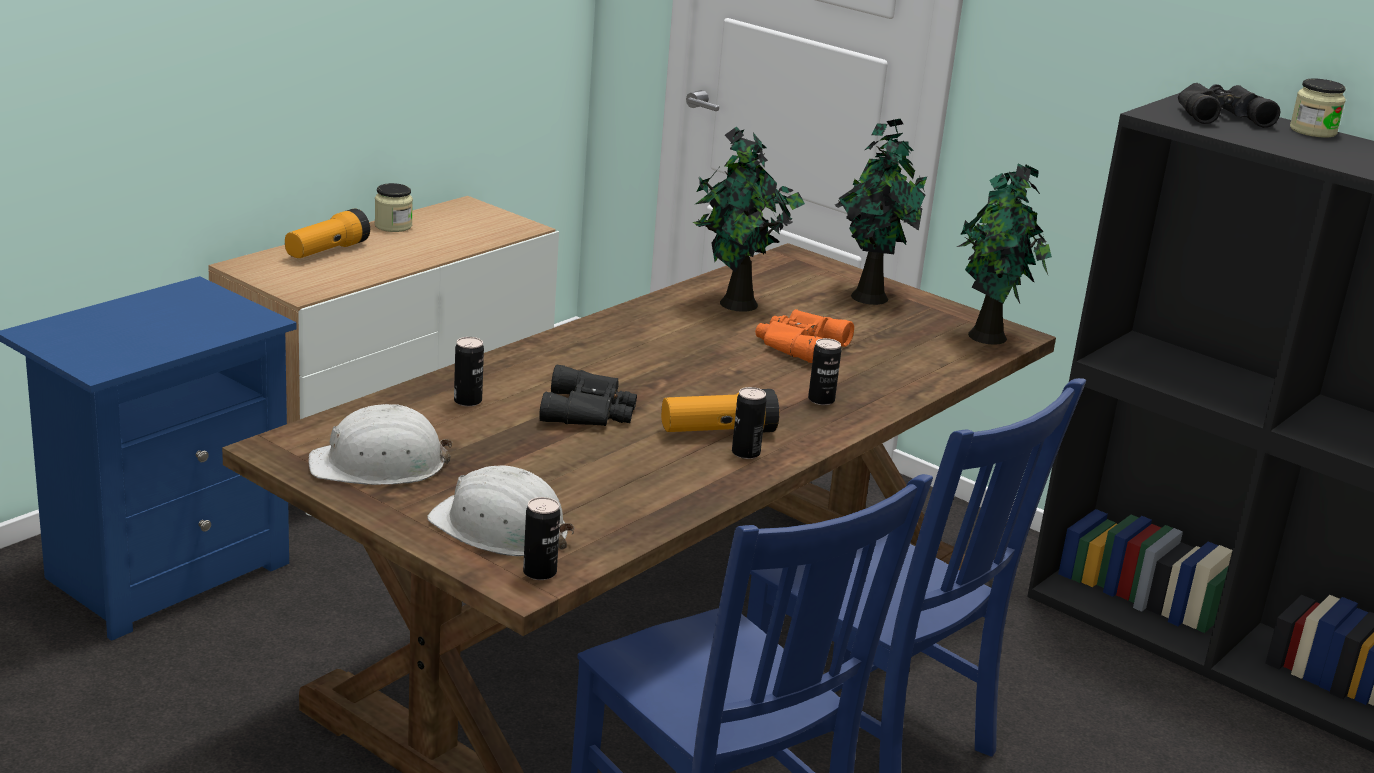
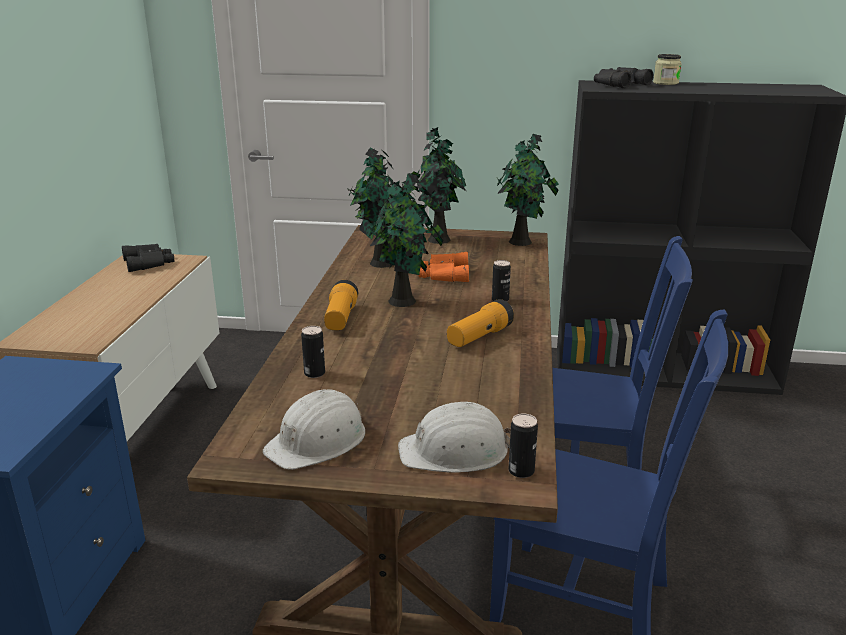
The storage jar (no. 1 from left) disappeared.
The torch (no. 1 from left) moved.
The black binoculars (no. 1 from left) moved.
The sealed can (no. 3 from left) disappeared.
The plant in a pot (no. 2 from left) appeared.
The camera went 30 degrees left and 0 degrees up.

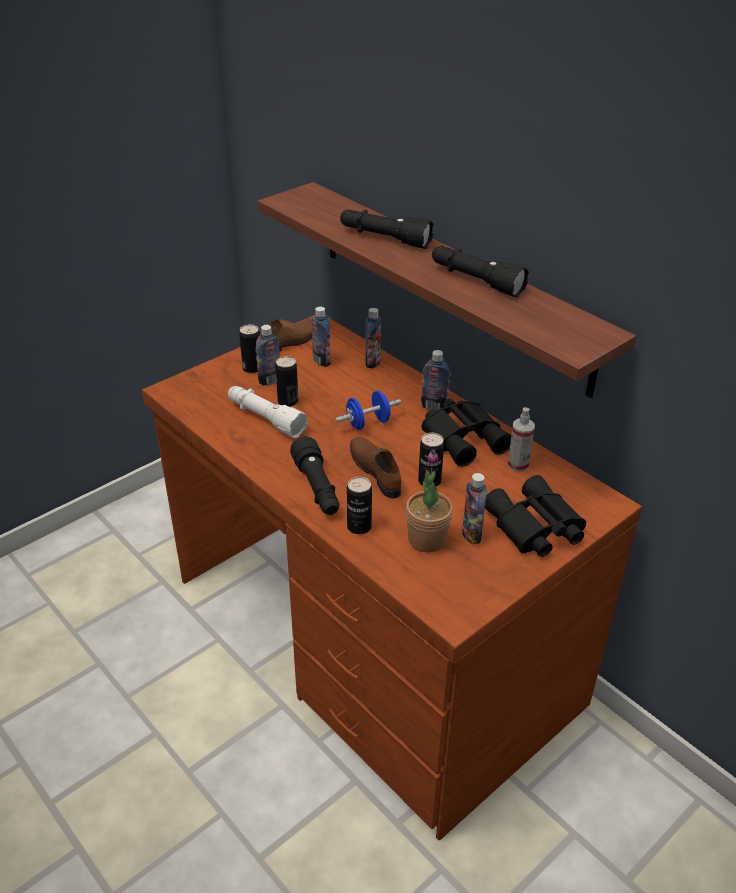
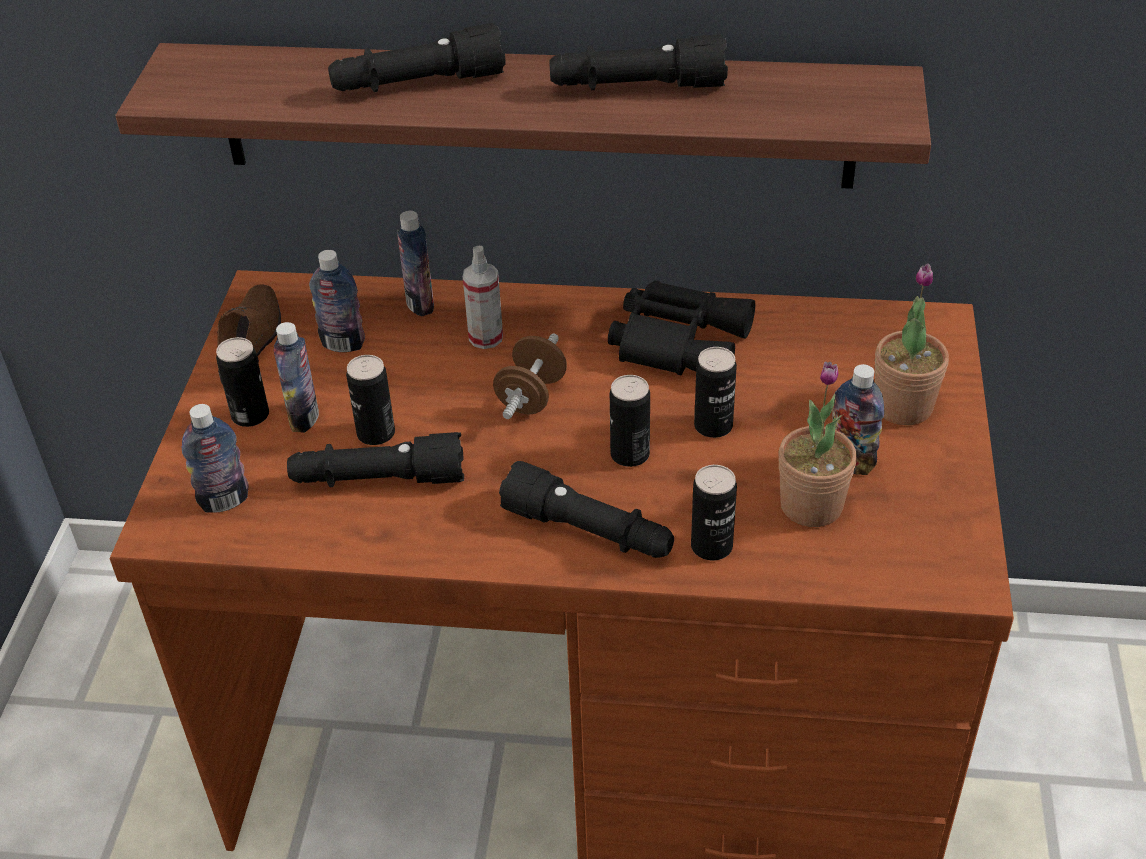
The beverage bottle (no. 4 from left in the first image) moved.
The white-coloured torch became the black torch (no. 1 from left).
The blue-coloured hand weight became the brownish hand weight.
The spray bottle moved.
The brownish low shoe (no. 2 from left) was replaced by the sealed can (no. 3 from left).
The black binoculars (no. 2 from left) was replaced by the plant in a pot (no. 2 from left).
The camera went 40 degrees left and 5 degrees up.

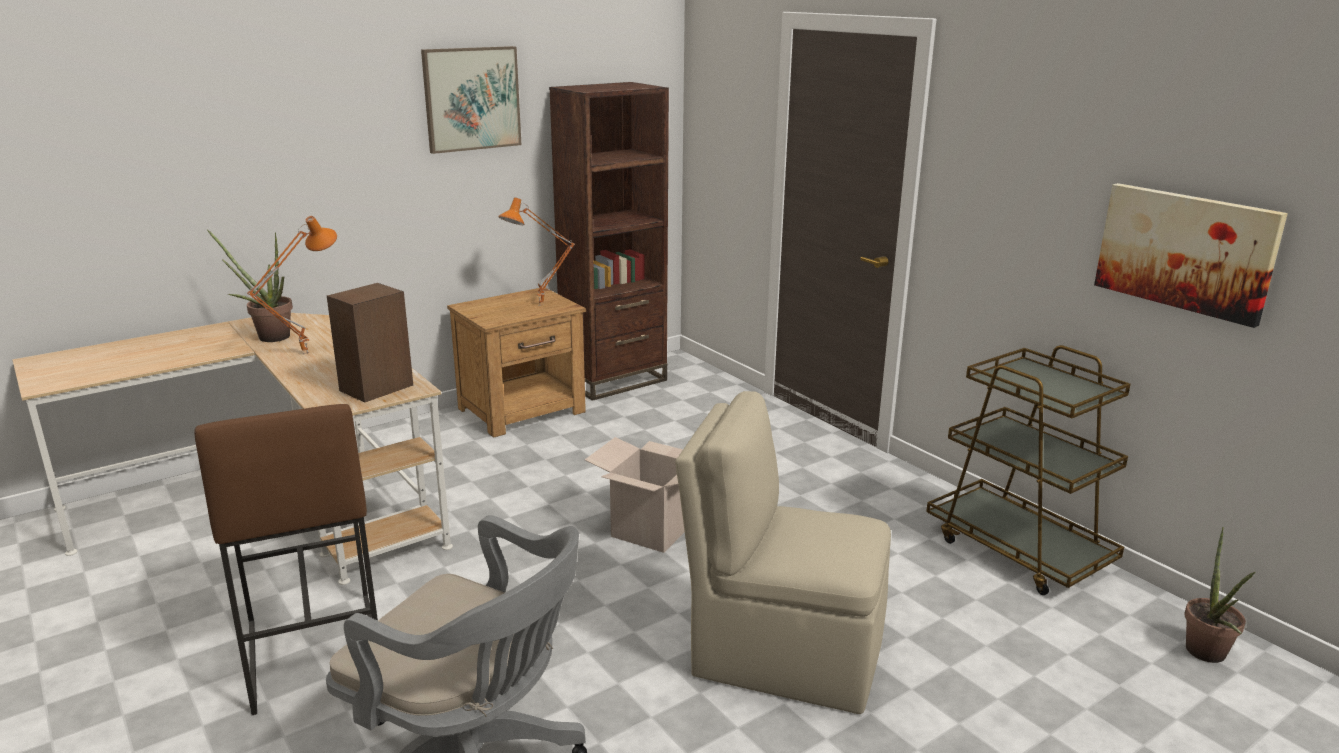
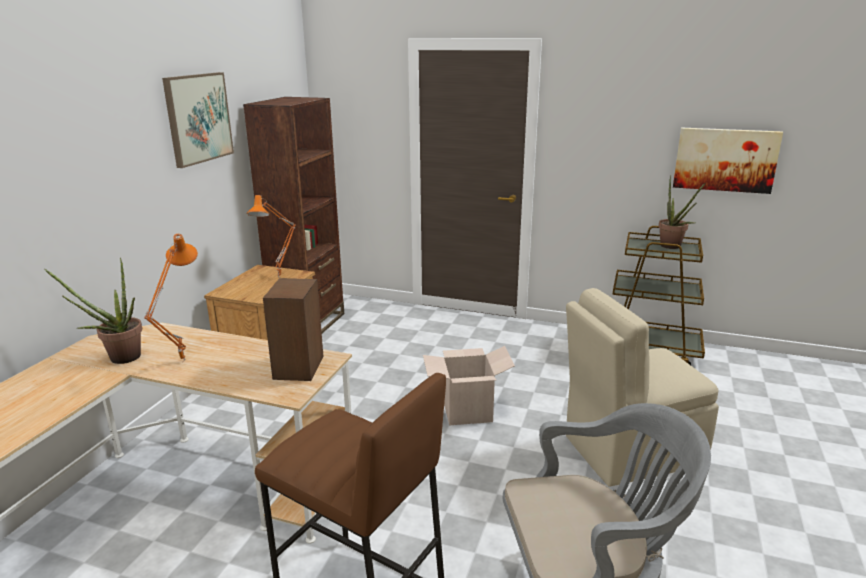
The plant in a pot (no. 2 from left) moved.
The camera went 35 degrees left and 0 degrees up.

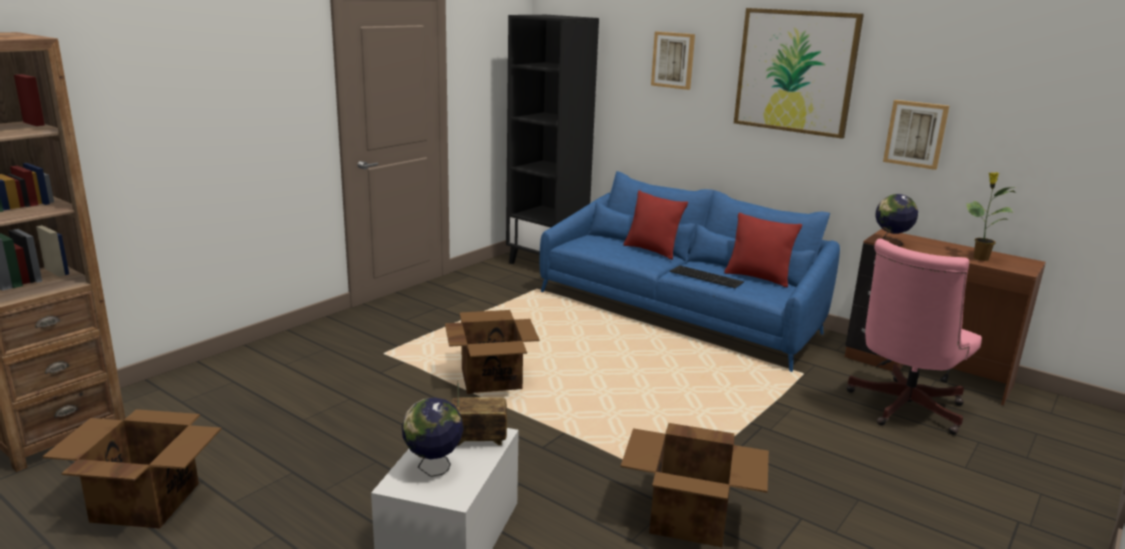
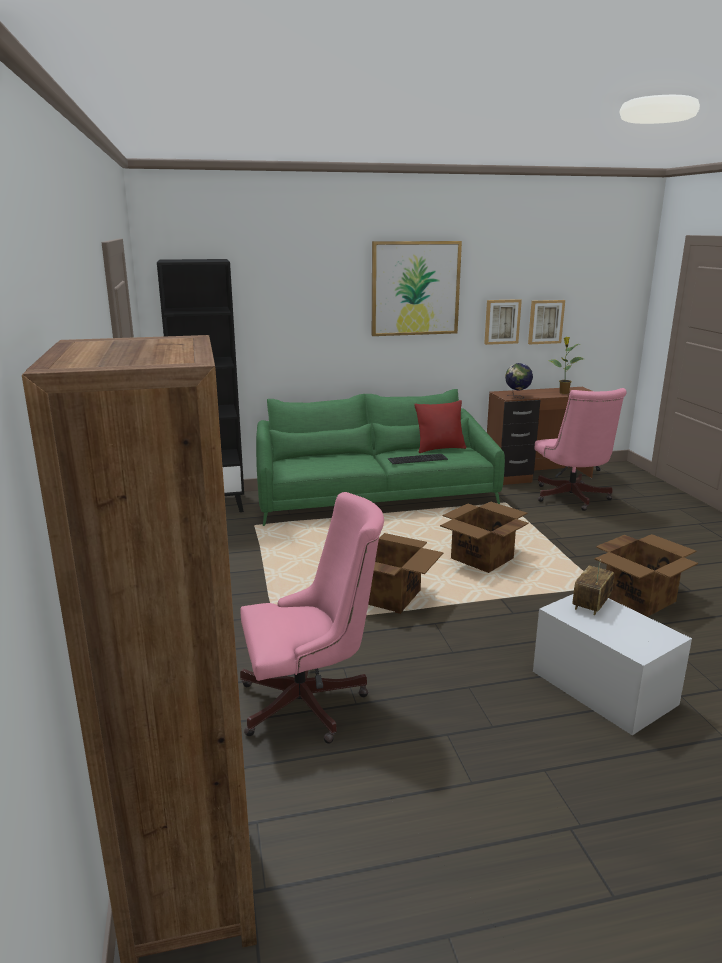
The wall picture (no. 1 from left in the first image) moved.
The blue-coloured sofa became the greenish sofa.
The reddish throw pillow (no. 1 from left) disappeared.
The world globe (no. 1 from left) disappeared.
The packing box (no. 1 from left in the first image) moved.
The pink desk chair (no. 1 from left) appeared.
The camera went 50 degrees left and 0 degrees up.

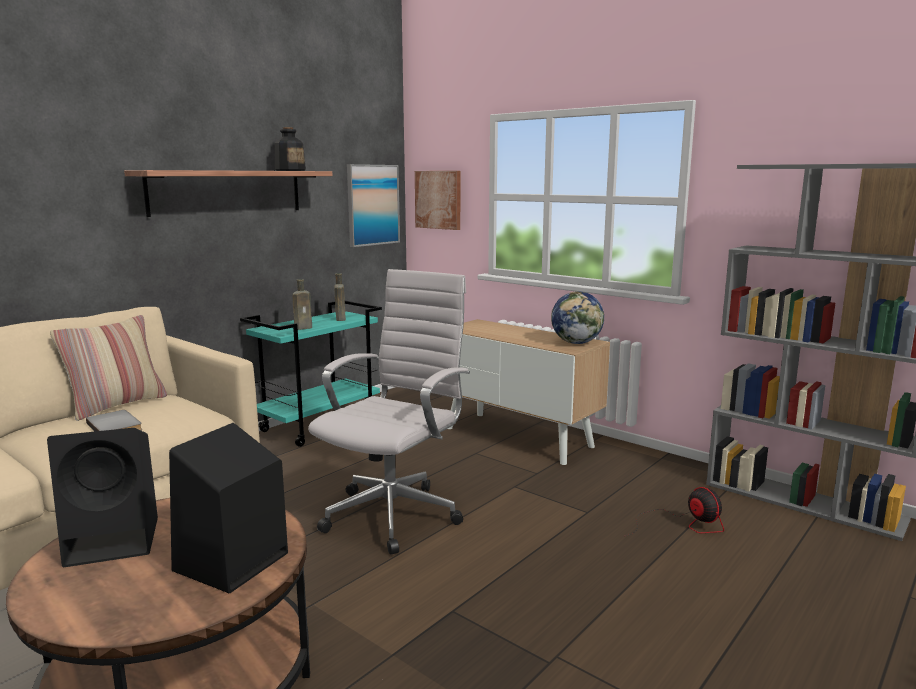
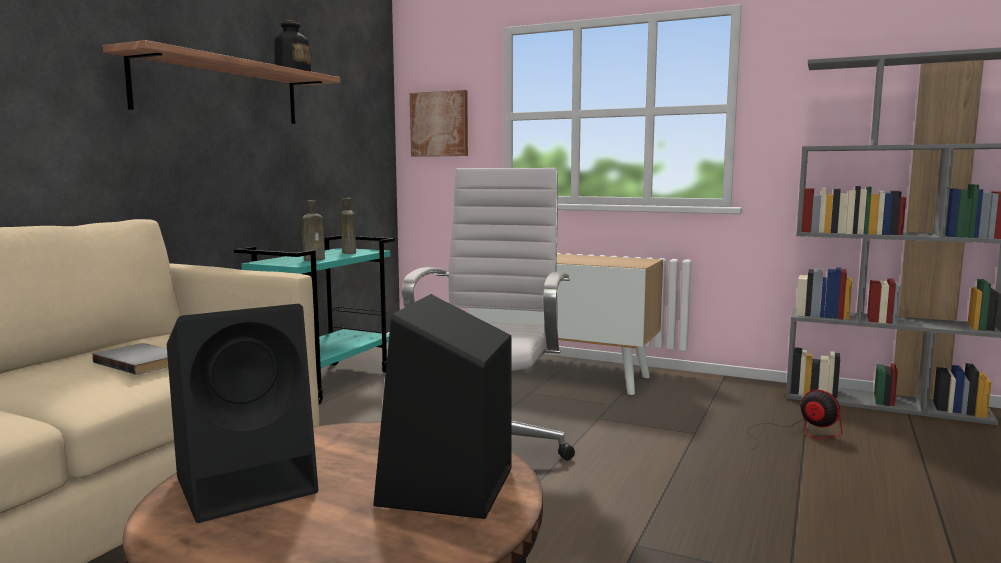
The wall picture (no. 1 from left) disappeared.
The world globe disappeared.
The throw pillow disappeared.
The camera went 15 degrees left and 5 degrees down.

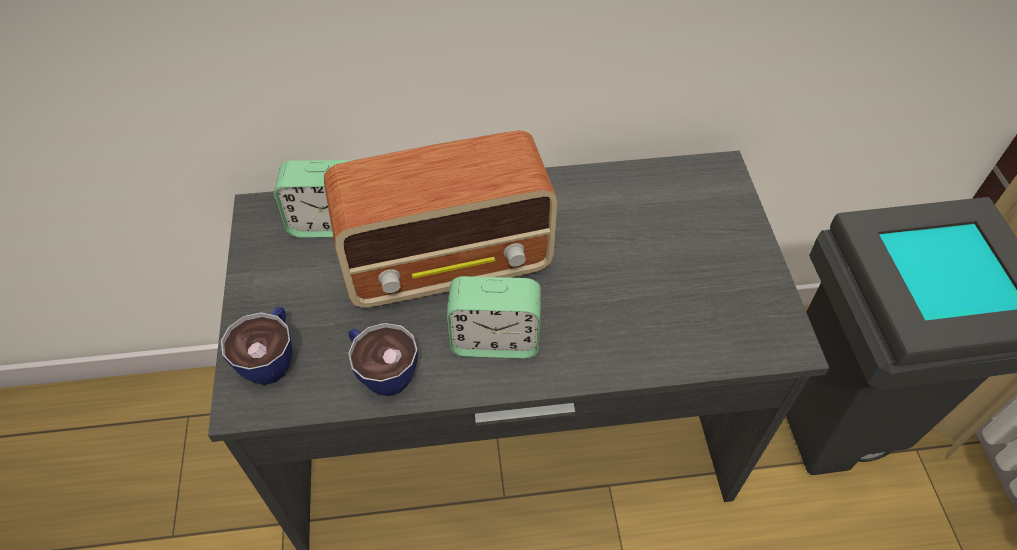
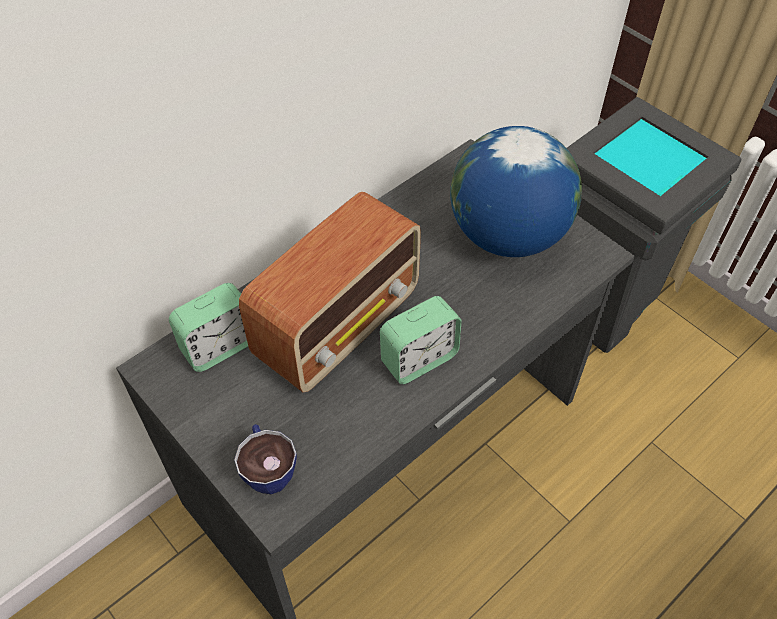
The cup (no. 2 from left) disappeared.
The world globe appeared.
The camera went 35 degrees left and 0 degrees up.

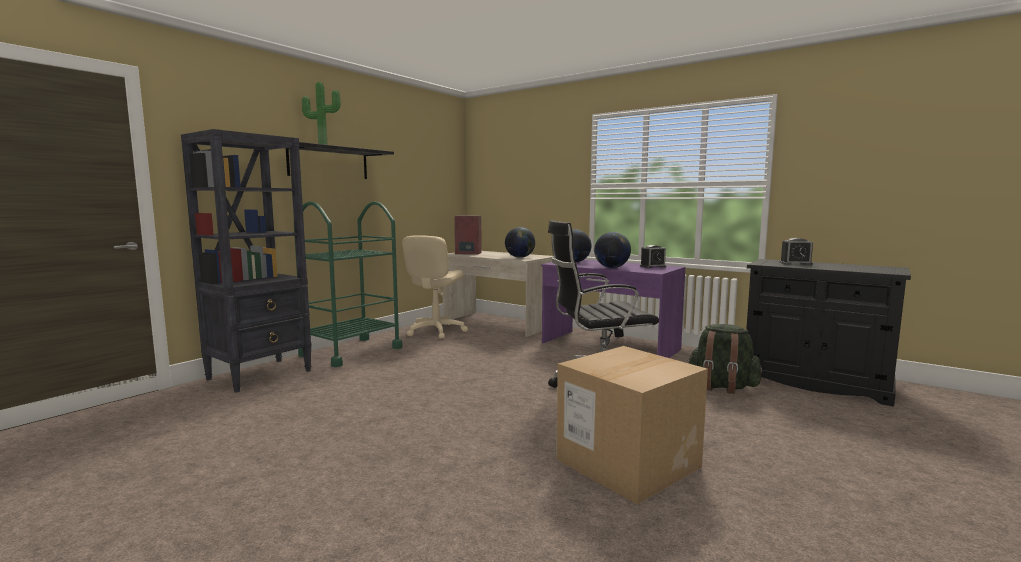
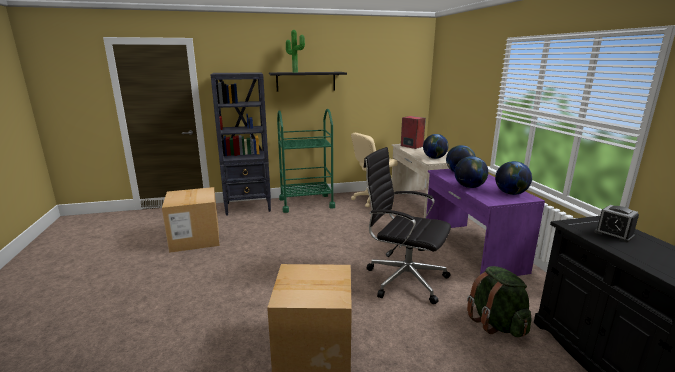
The alarm clock (no. 1 from left) was replaced by the world globe (no. 4 from left).
The packing box (no. 1 from left) appeared.
The camera went 40 degrees right and 10 degrees up.

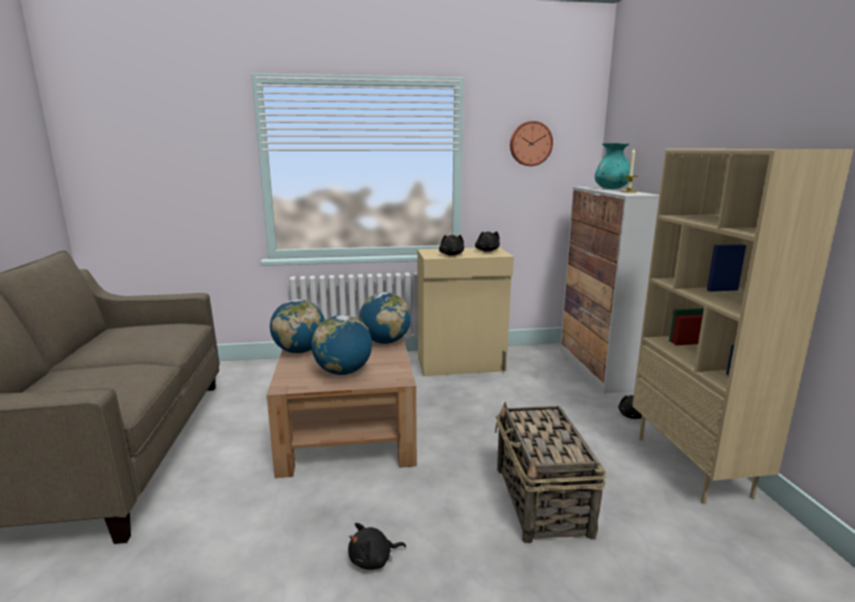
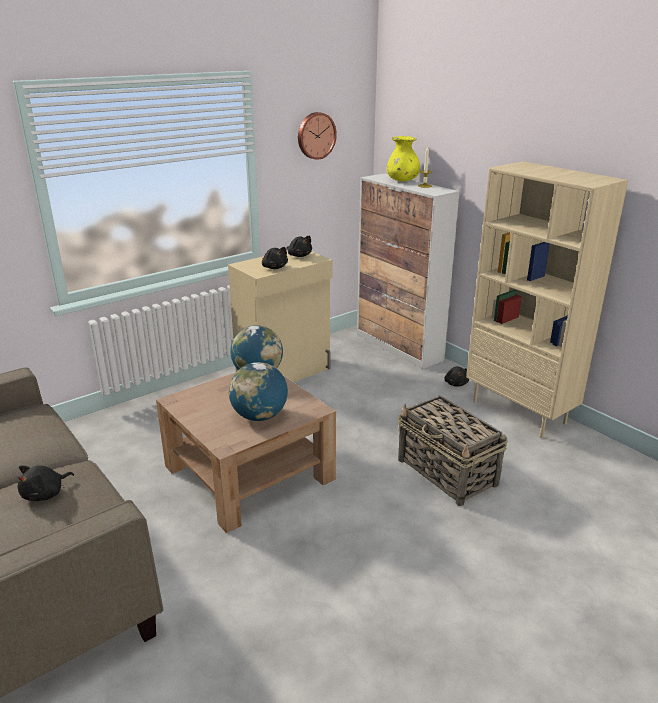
The blue-green flower vase became the yellow-coloured flower vase.
The world globe (no. 1 from left) disappeared.
The black plush toy (no. 1 from left) moved.
The camera went 30 degrees left and 10 degrees up.

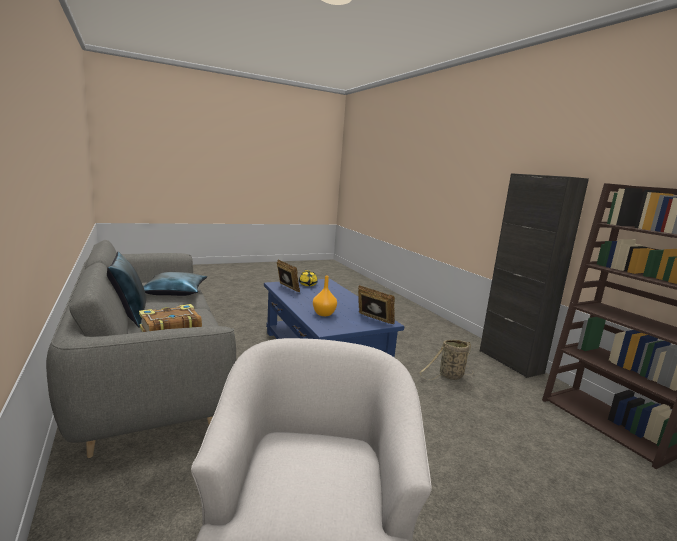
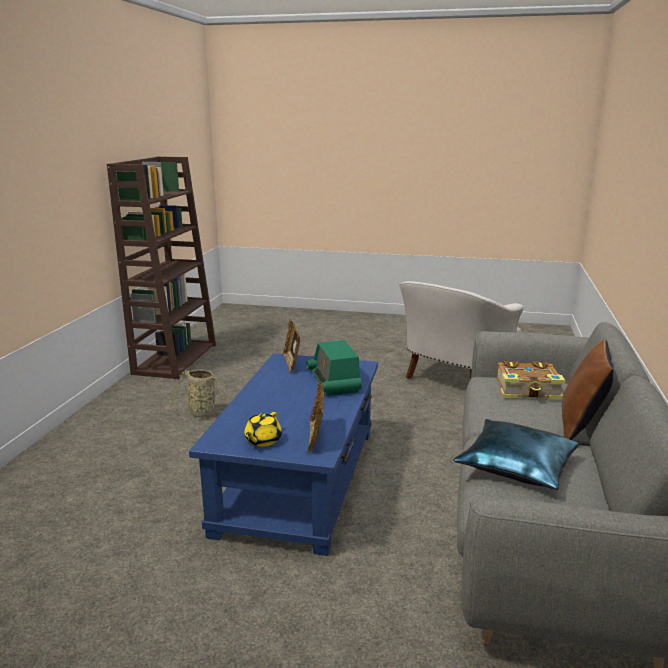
The black storage cabinet disappeared.
The blue-coloured throw pillow (no. 1 from left) became the brownish throw pillow.
The orange-coloured flower vase was replaced by the radio.
The camera went 140 degrees left and 5 degrees up.

